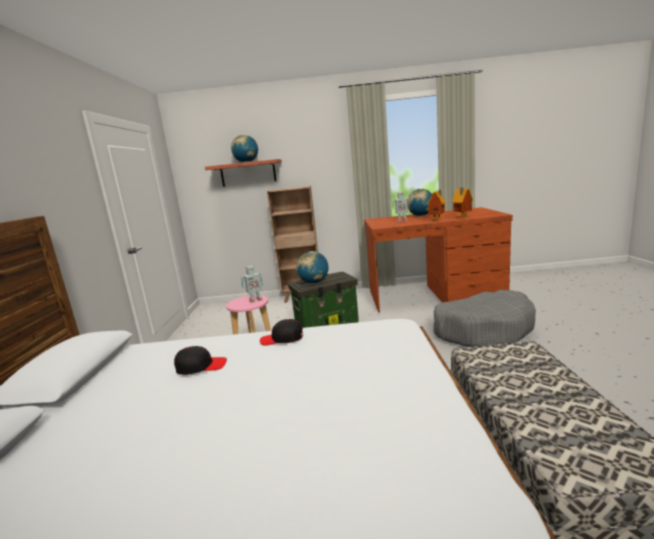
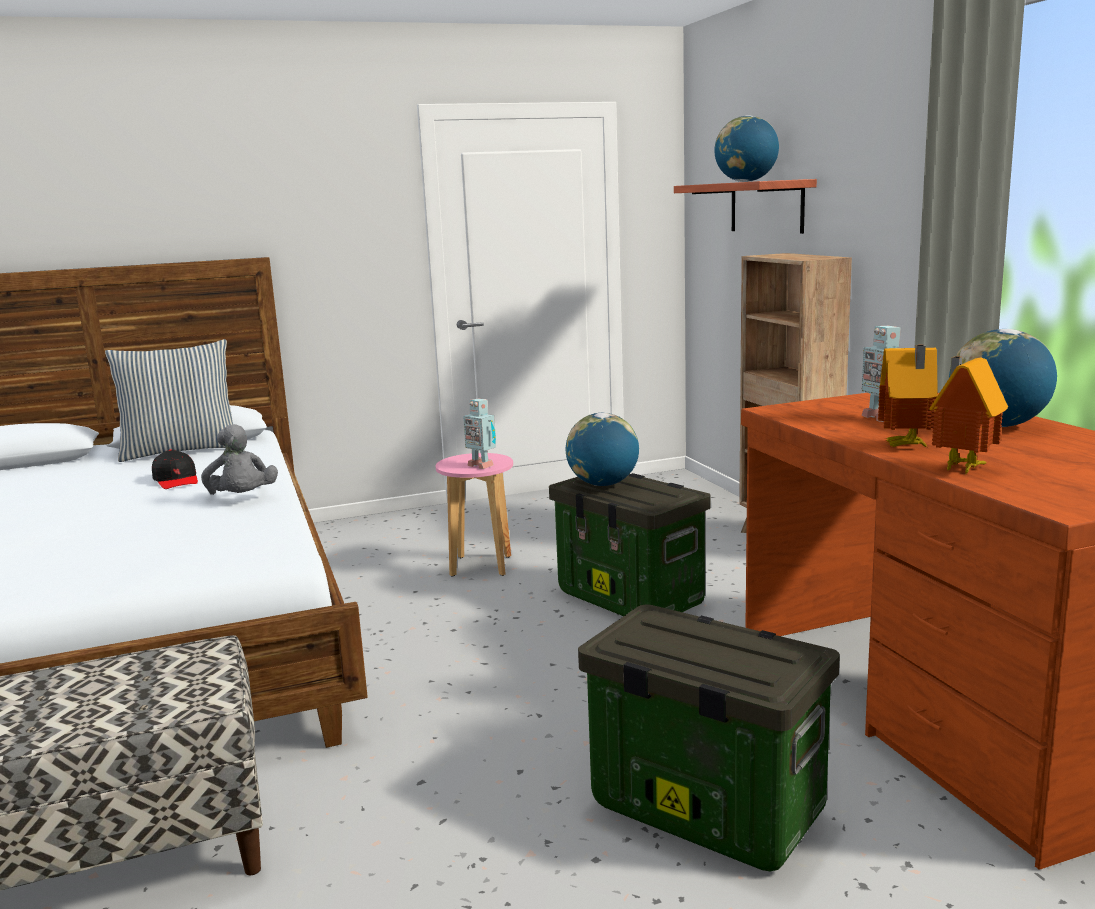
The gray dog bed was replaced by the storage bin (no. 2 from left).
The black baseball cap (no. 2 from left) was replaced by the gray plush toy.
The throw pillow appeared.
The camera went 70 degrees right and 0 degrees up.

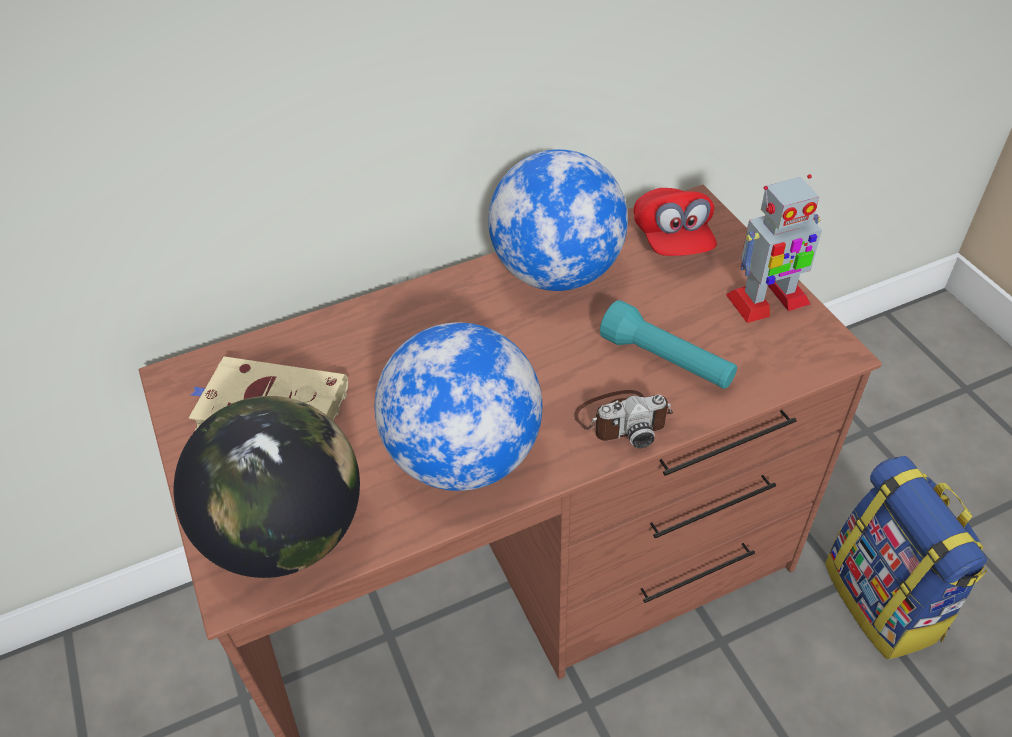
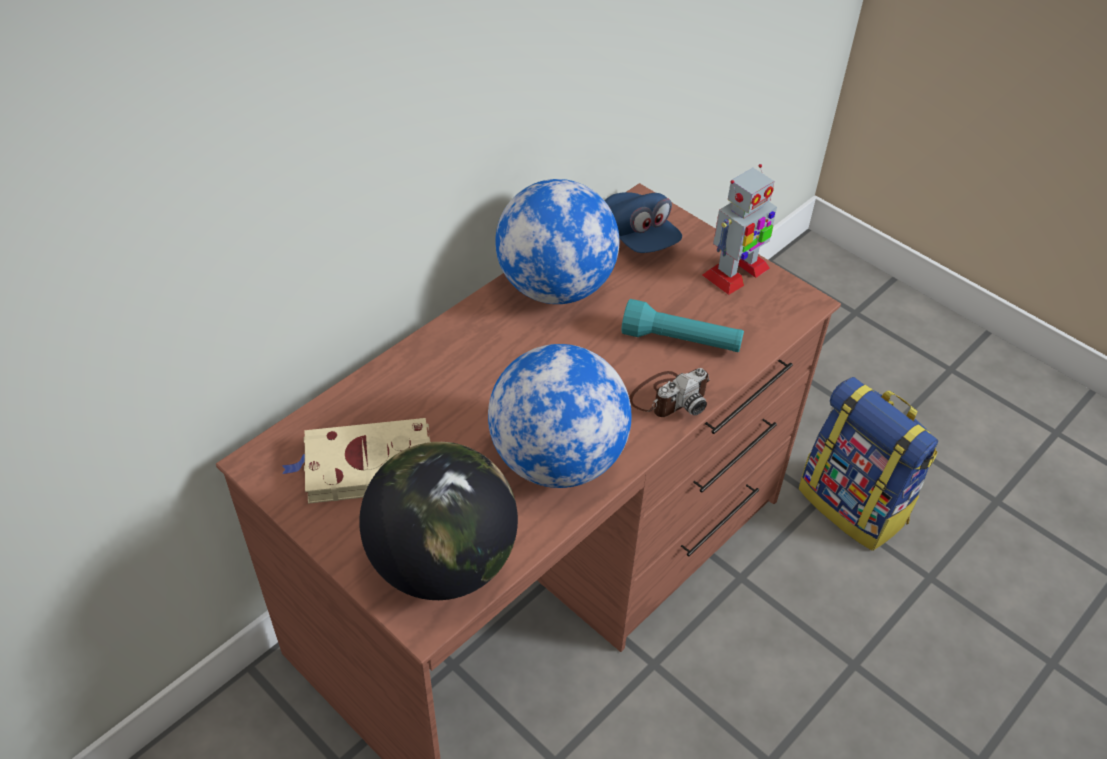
The reddish baseball cap became the blue-coloured baseball cap.
The camera went 25 degrees left and 0 degrees up.

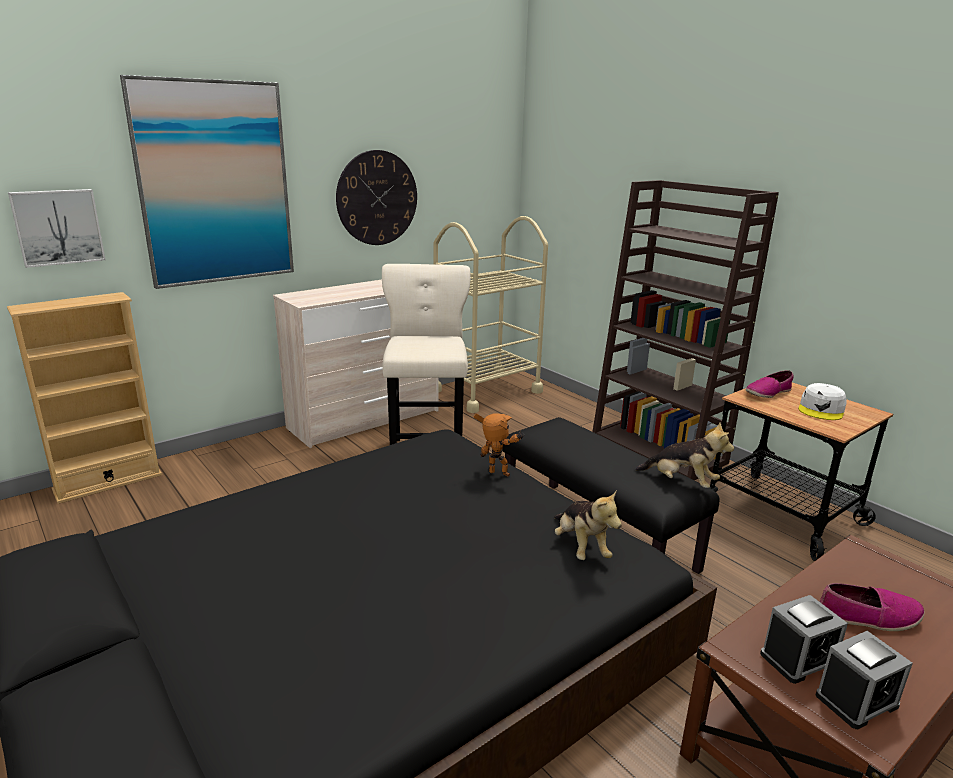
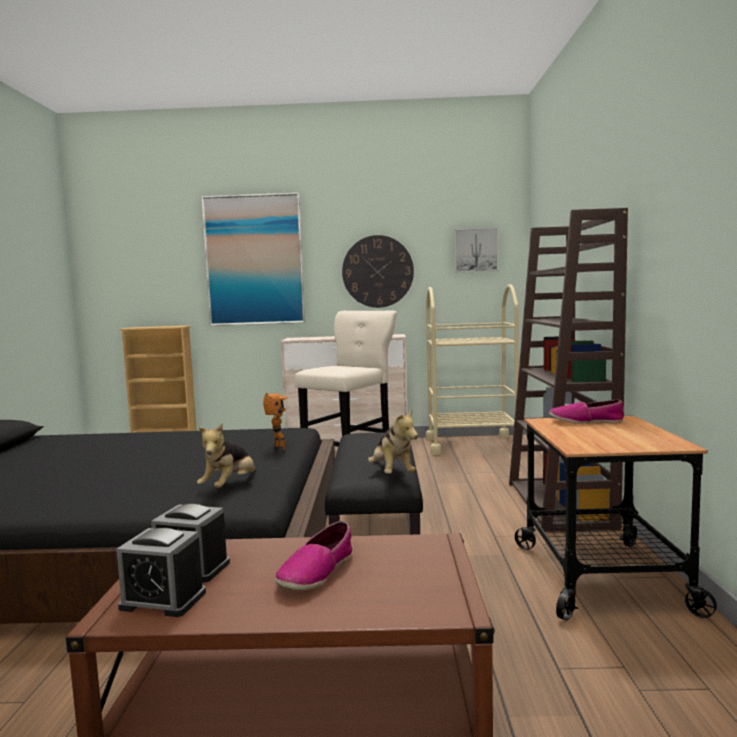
The wall picture (no. 1 from left in the first image) moved.
The white-coloured baseball cap disappeared.
The low shoe (no. 2 from left in the first image) turned 75 degrees clockwise.
The camera went 40 degrees right and 15 degrees down.

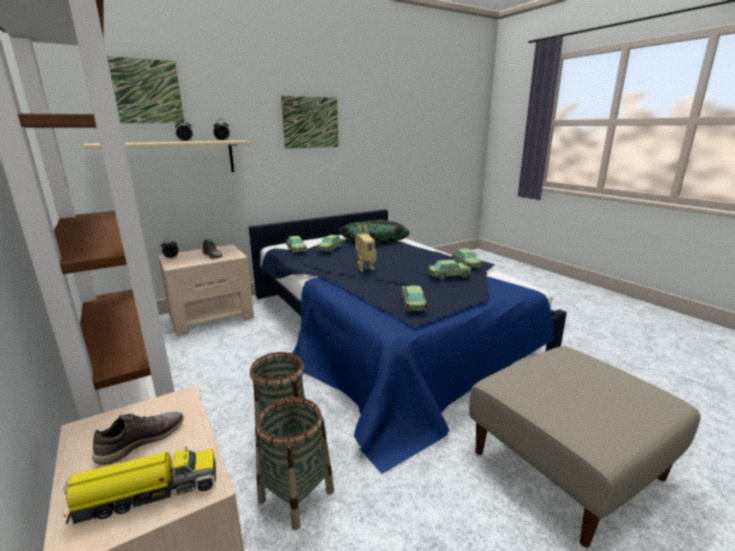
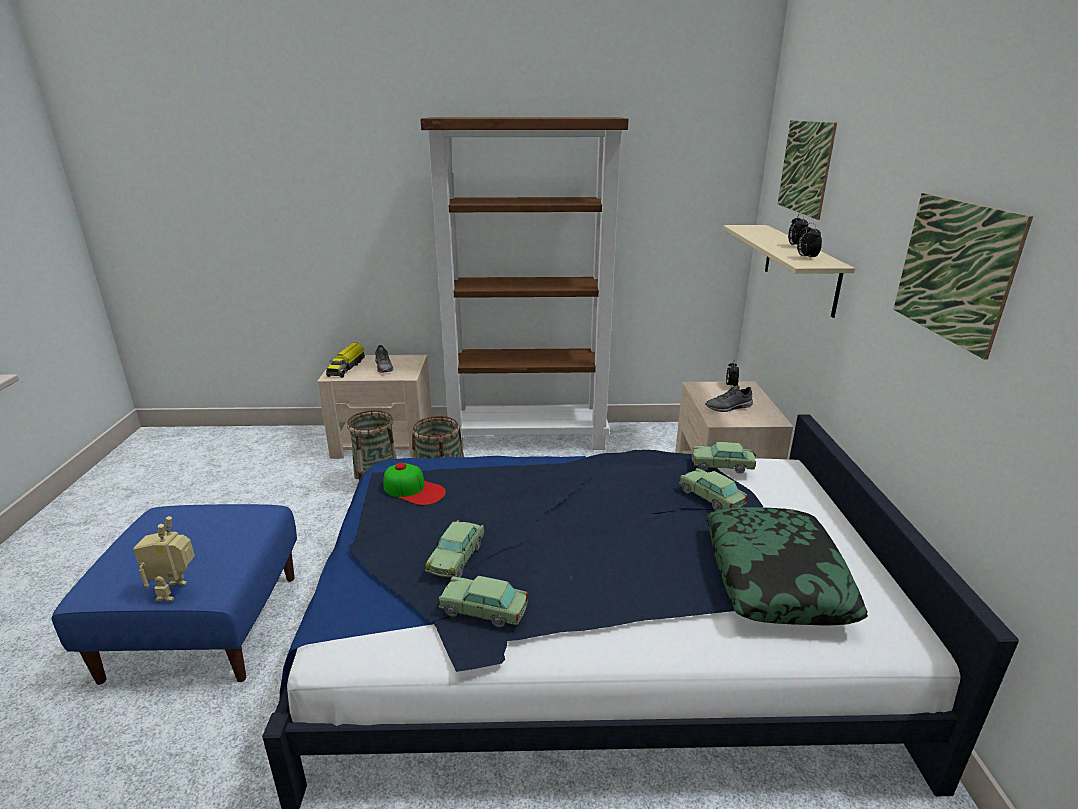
The robot figure moved.
The model car (no. 3 from left) was replaced by the baseball cap.
The beige footrest became the blue-coloured footrest.
The camera went 120 degrees right and 5 degrees up.

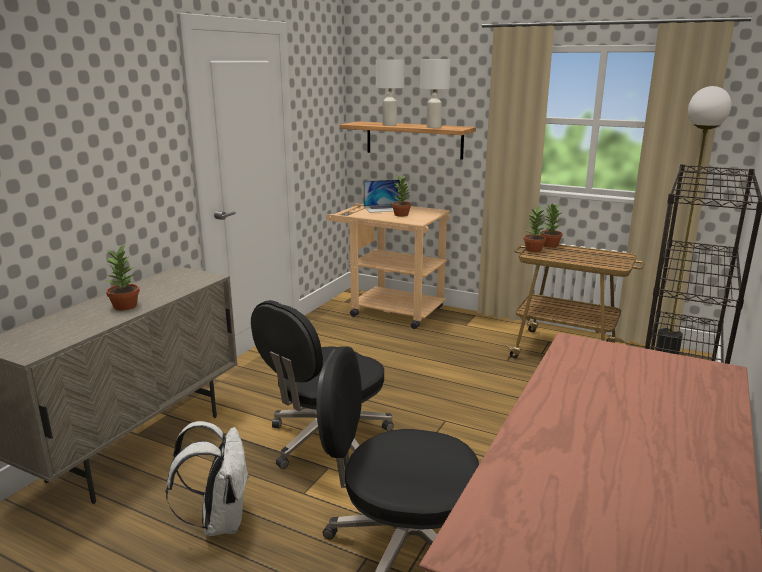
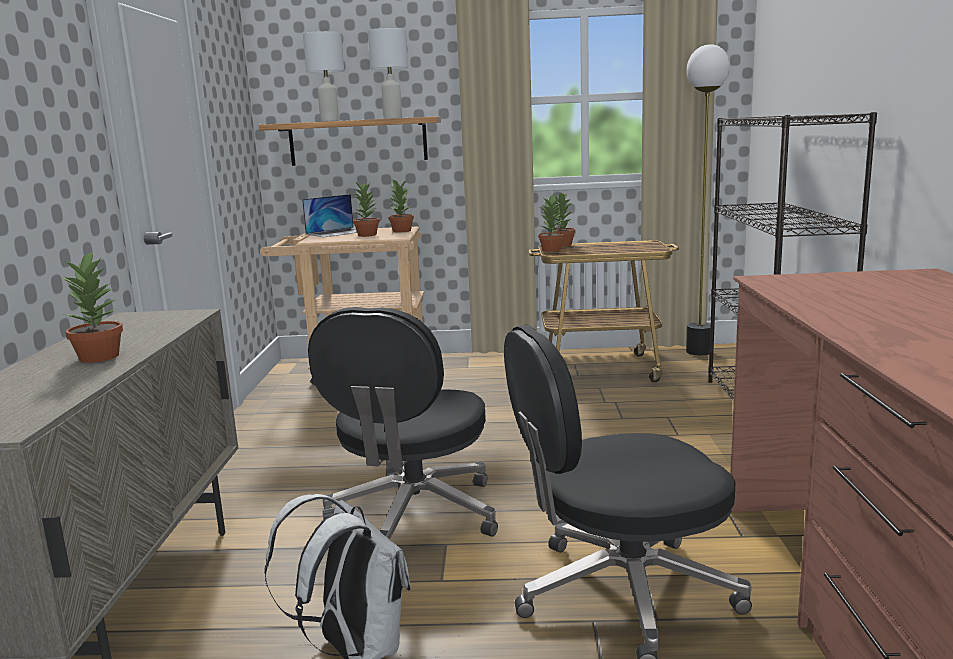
The plant in a pot (no. 3 from left) appeared.
The camera went 25 degrees left and 5 degrees down.

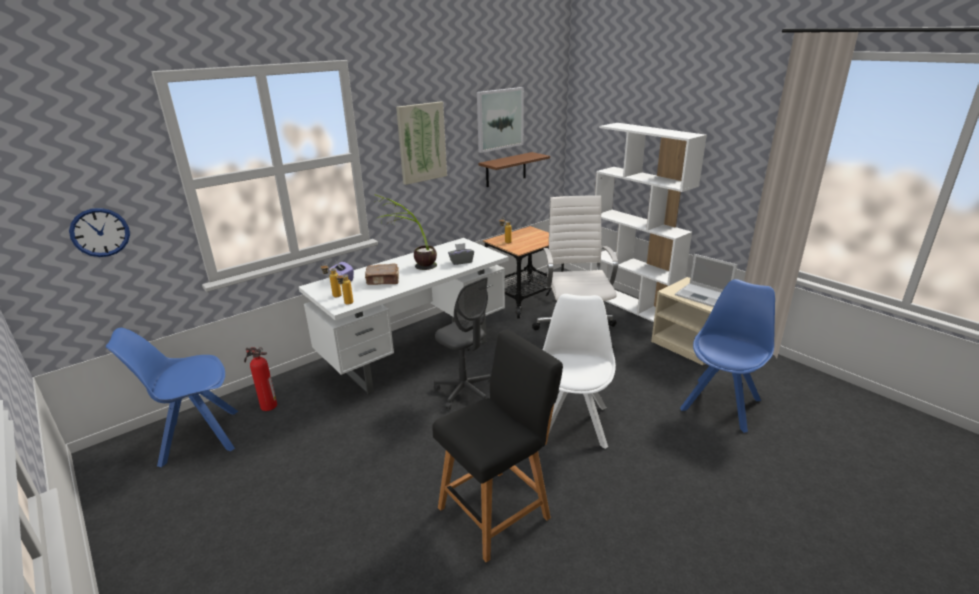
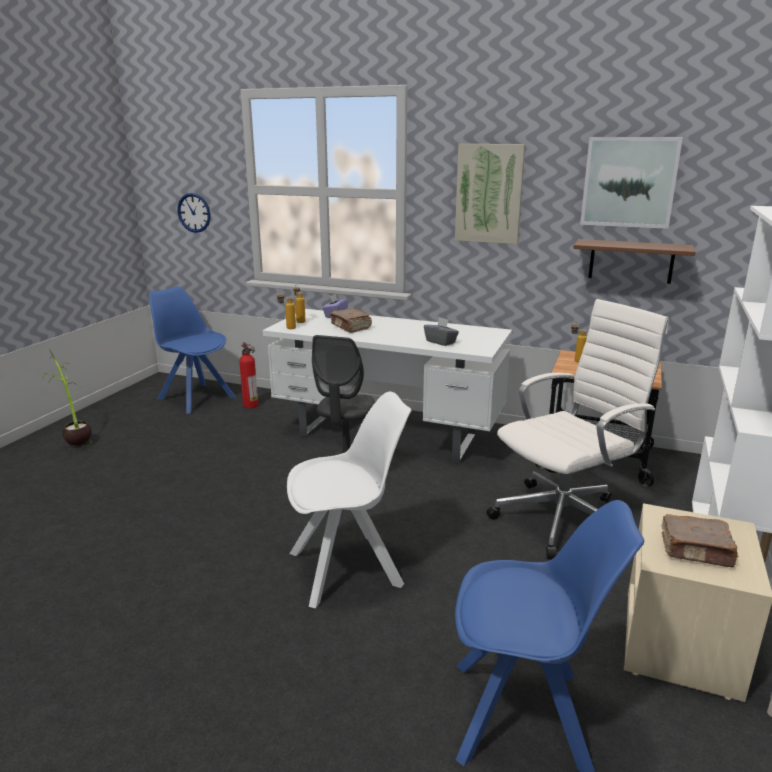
The plant in a pot moved.
The portable computer was replaced by the brownish book (no. 2 from left).
The black stool seat disappeared.
The camera went 60 degrees right and 5 degrees down.

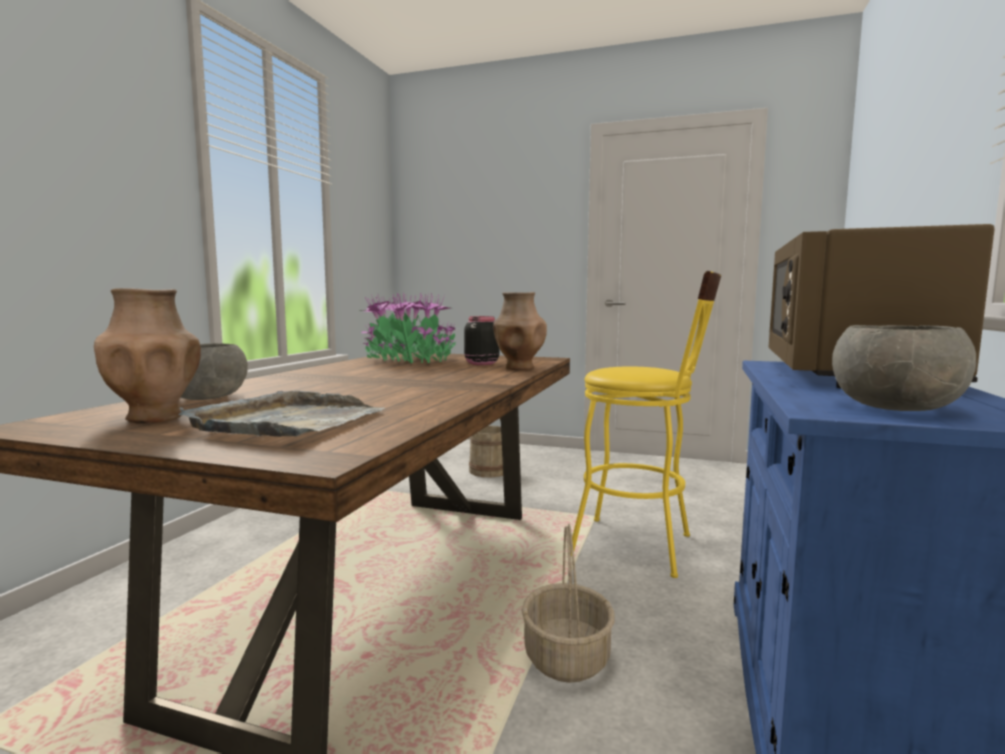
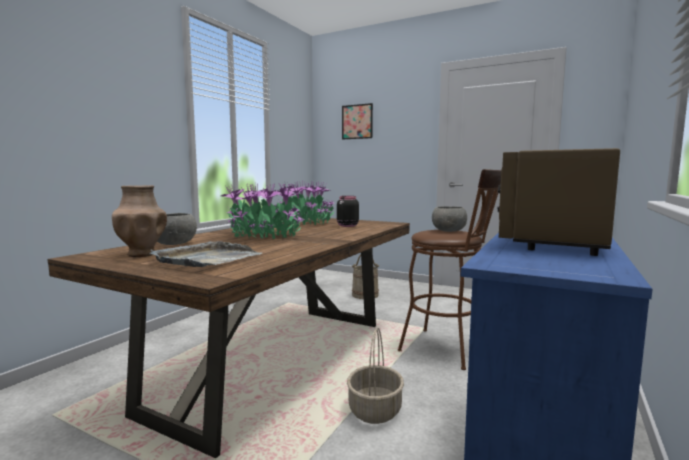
The yellow-coloured stool seat became the brownish stool seat.
The brownish flower vase (no. 2 from left) disappeared.
The gray deep dish (no. 2 from left) moved.
The wall picture appeared.
The plant in a pot (no. 1 from left) appeared.
The camera went 10 degrees right and 0 degrees up.

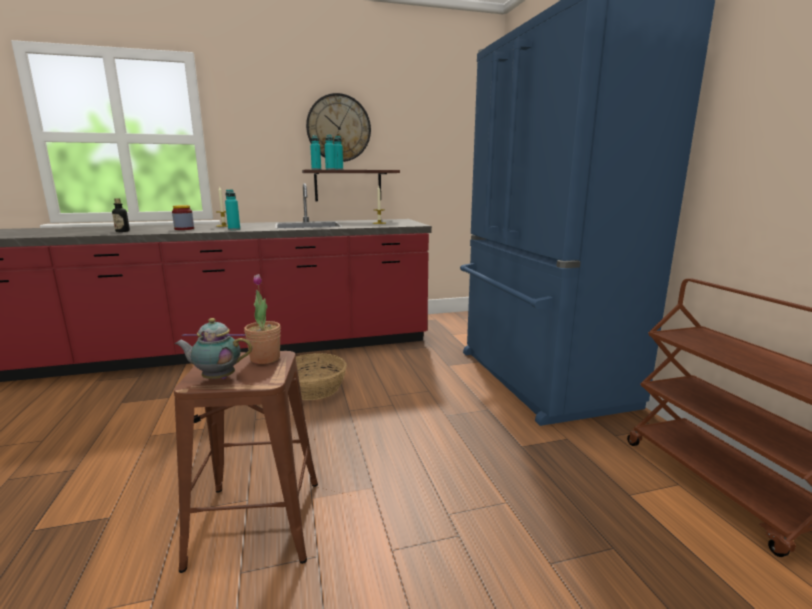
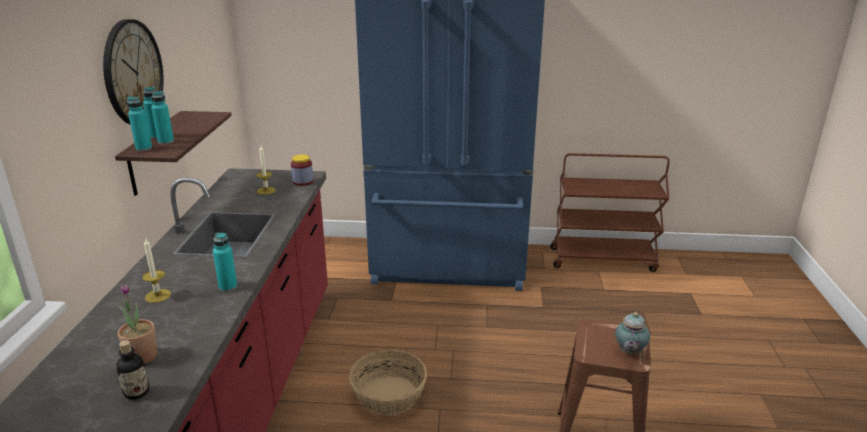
The storage jar moved.
The plant in a pot moved.
The camera went 70 degrees left and 10 degrees up.

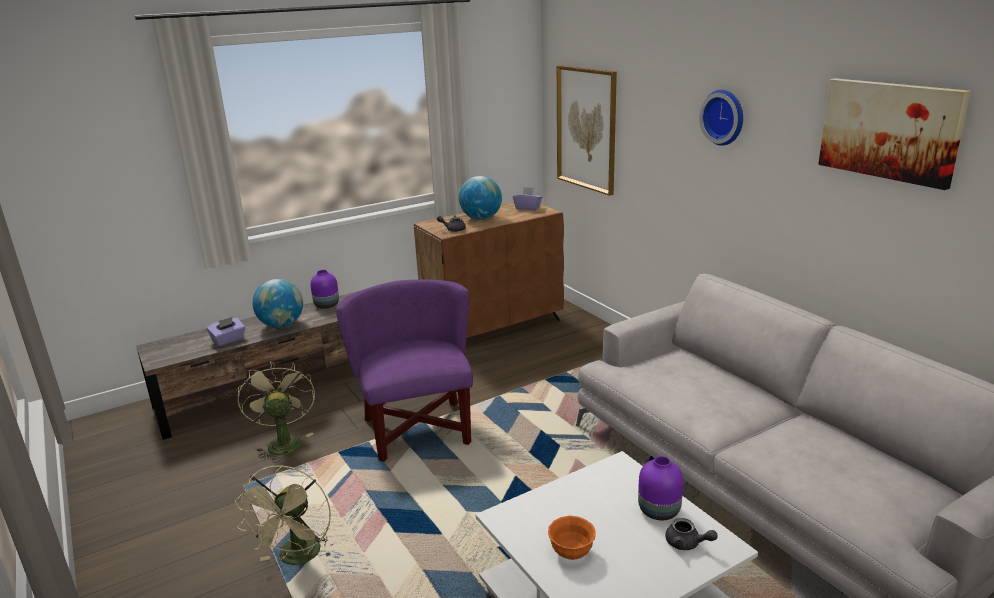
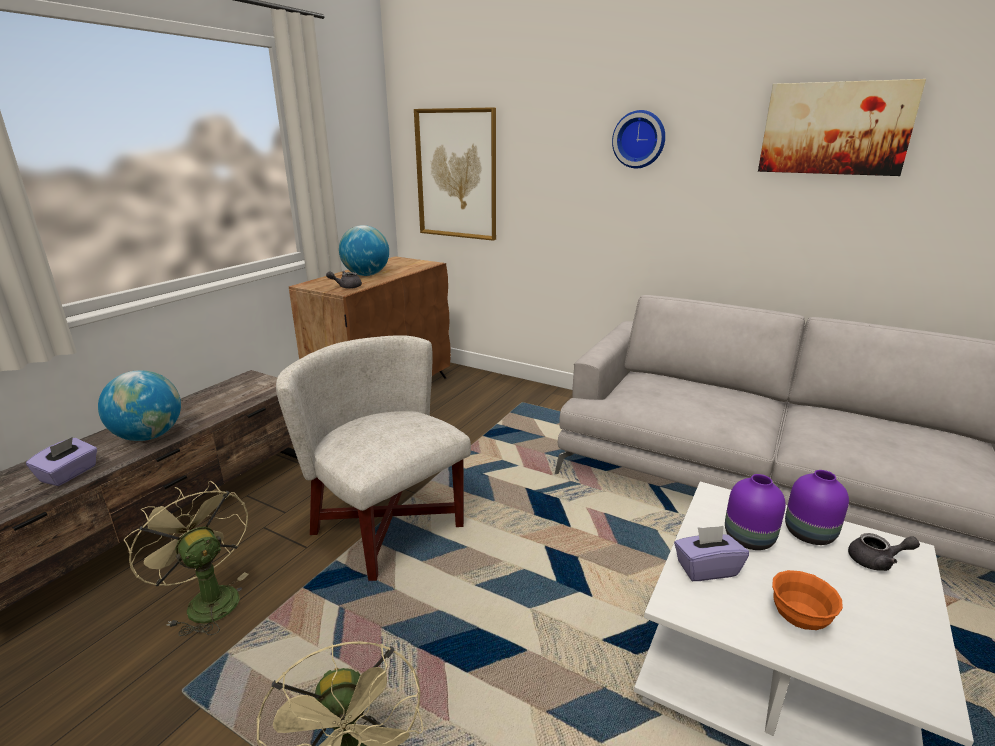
The purple-coloured tissue holder (no. 2 from left) moved.
The purple-coloured flower vase (no. 1 from left) moved.
The purple-coloured lounge chair became the white-coloured lounge chair.
The camera went 30 degrees left and 0 degrees up.

